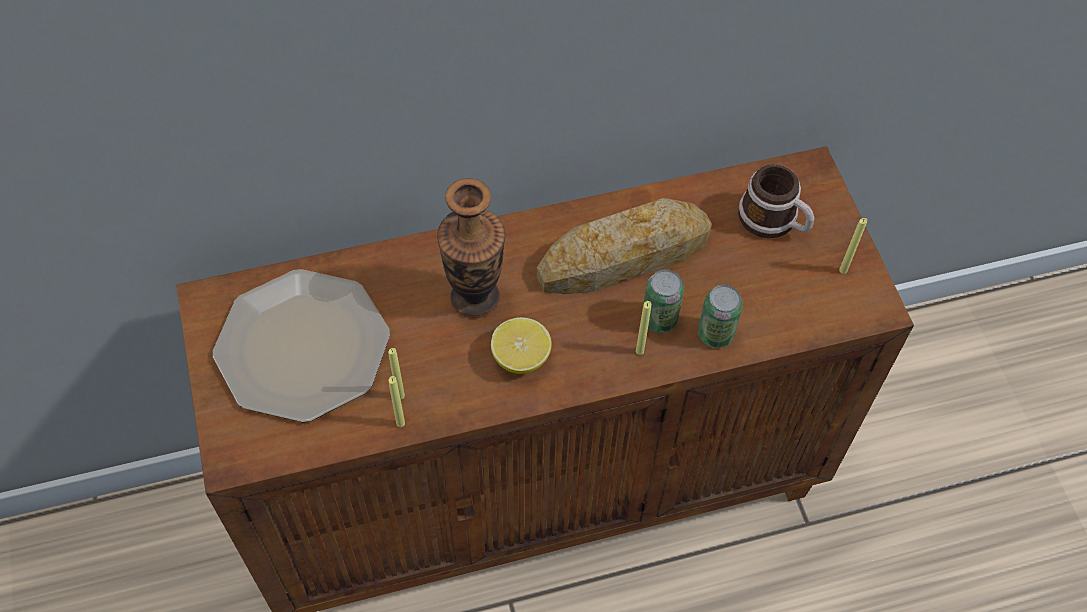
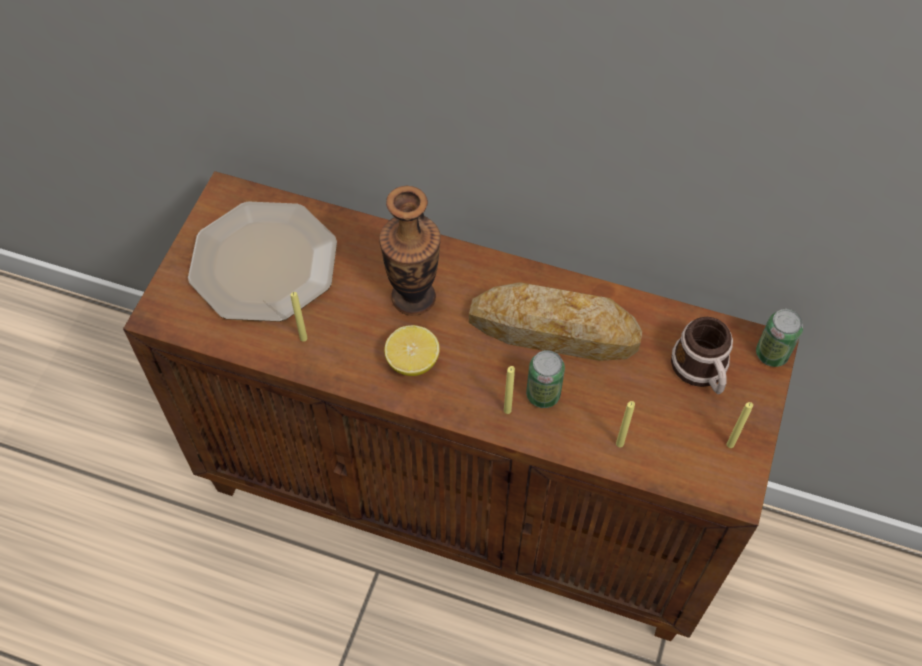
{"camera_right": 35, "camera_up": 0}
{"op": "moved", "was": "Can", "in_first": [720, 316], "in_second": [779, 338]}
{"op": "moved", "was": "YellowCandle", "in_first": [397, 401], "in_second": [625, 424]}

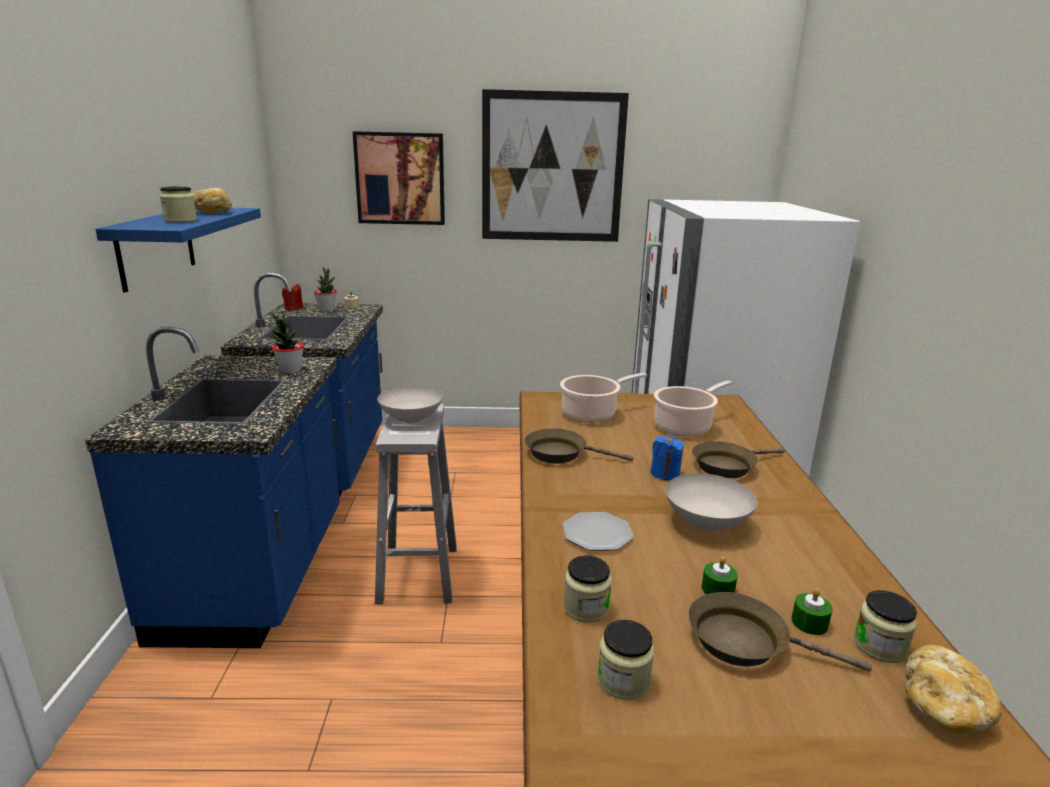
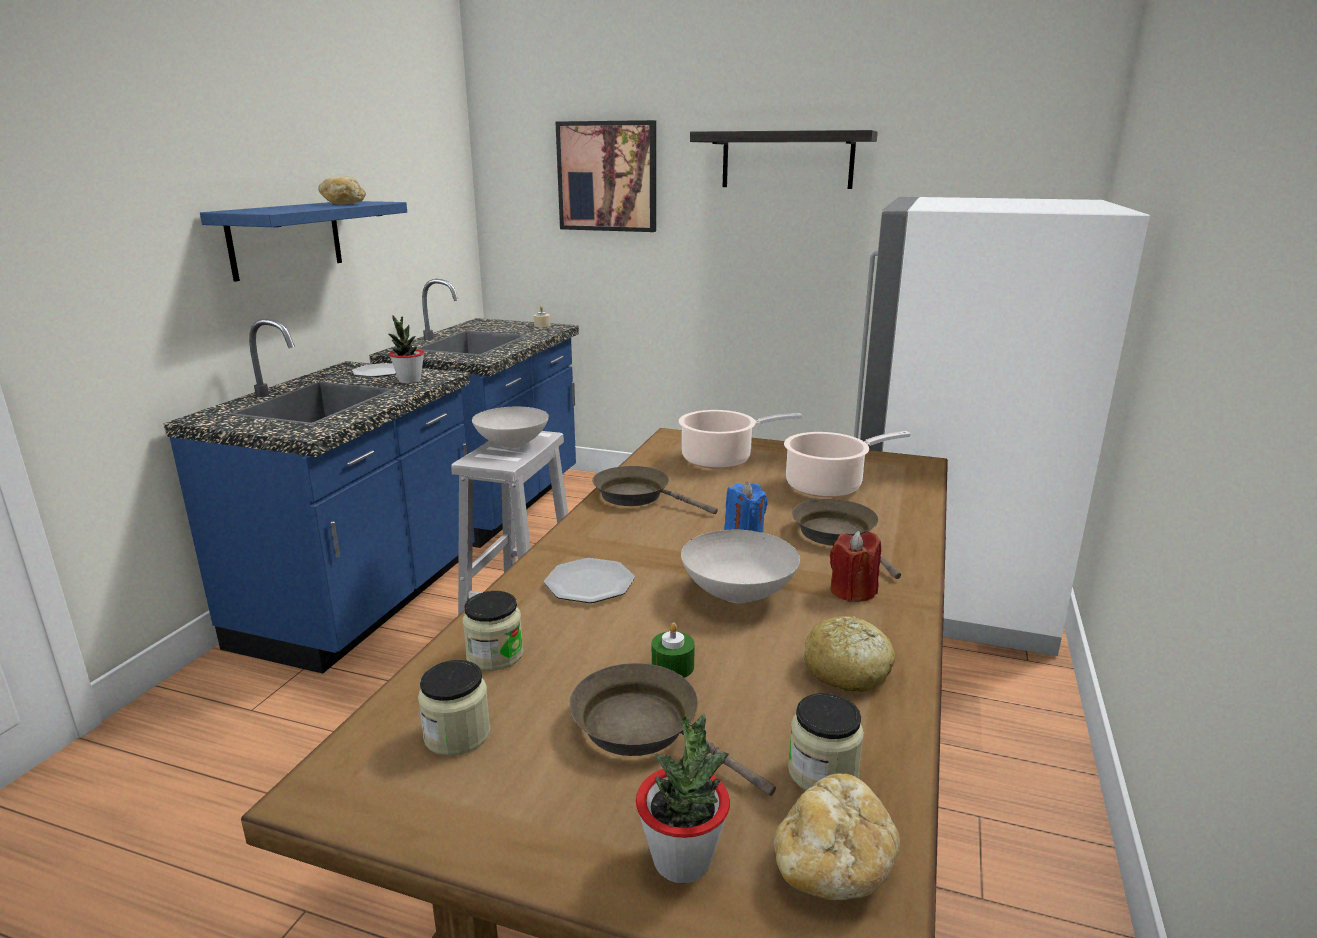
{"camera_right": 20, "camera_up": 0}
{"op": "replaced", "was": "Picture", "now": "Shelf", "in_first": [555, 165], "in_second": [784, 159]}
{"op": "removed", "was": "Jar", "in_first": [178, 204]}
{"op": "moved", "was": "PottedPlant", "in_first": [325, 289], "in_second": [683, 798]}
{"op": "moved", "was": "RedCandle", "in_first": [292, 296], "in_second": [855, 566]}
{"op": "turned", "was": "BrownFryingPan", "in_first": [739, 459], "in_second": [846, 539], "clockwise": 75}
{"op": "removed", "was": "GreenCandle", "in_first": [812, 611]}
{"op": "added", "now": "Plate", "in_second": [374, 370]}
{"op": "added", "now": "Bread", "in_second": [849, 654]}

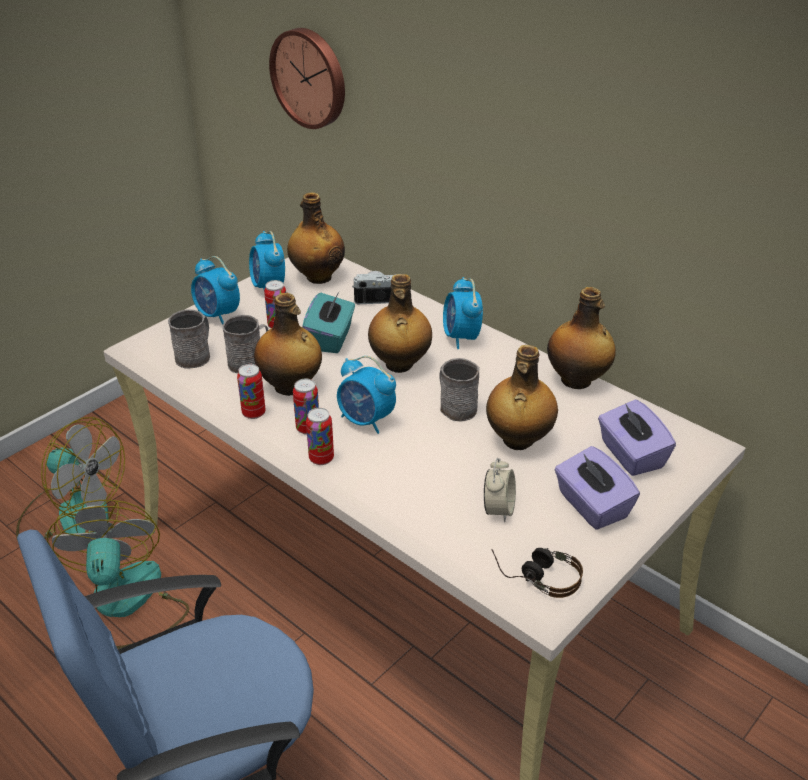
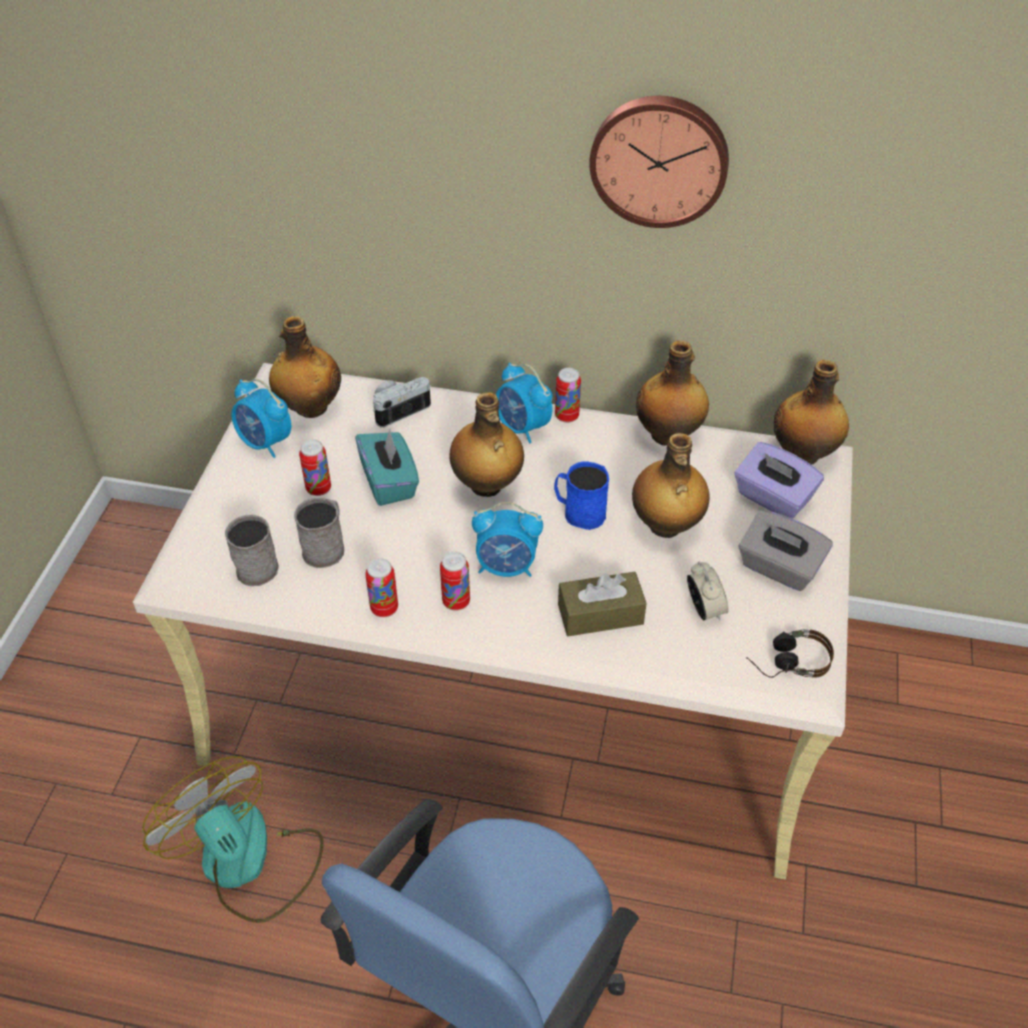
{"camera_right": -30, "camera_up": 10}
{"op": "moved", "was": "WallClock", "in_first": [307, 78], "in_second": [659, 162]}
{"op": "removed", "was": "AlarmClock", "in_first": [215, 290]}
{"op": "moved", "was": "Bottle", "in_first": [288, 344], "in_second": [811, 412]}
{"op": "recoloured", "was": "GreyMug", "now": "BlueMug", "in_first": [459, 390], "in_second": [581, 496]}
{"op": "moved", "was": "Can", "in_first": [320, 436], "in_second": [568, 395]}
{"op": "removed", "was": "Fan", "in_first": [70, 479]}
{"op": "recoloured", "was": "PurpleTissueBox", "now": "GreyTissueBox", "in_first": [597, 488], "in_second": [786, 550]}
{"op": "added", "now": "BrownTissueBox", "in_second": [602, 604]}

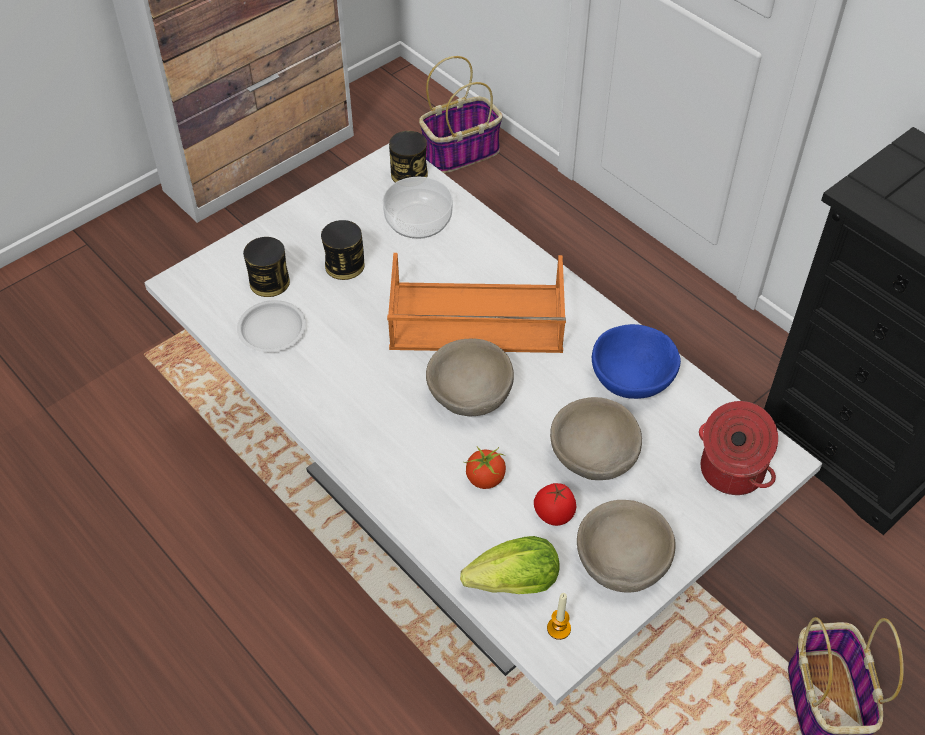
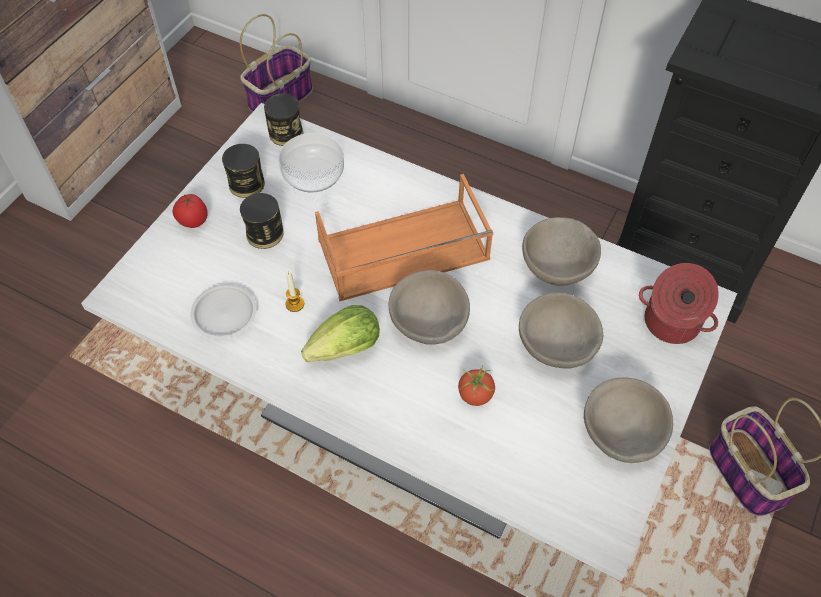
{"camera_right": -20, "camera_up": 5}
{"op": "moved", "was": "Can", "in_first": [266, 267], "in_second": [243, 171]}
{"op": "recoloured", "was": "BlueBowl", "now": "BeigeBowl", "in_first": [636, 361], "in_second": [561, 251]}
{"op": "moved", "was": "Tomato", "in_first": [555, 504], "in_second": [190, 211]}
{"op": "moved", "was": "Lettuce", "in_first": [510, 565], "in_second": [340, 333]}
{"op": "moved", "was": "Candle", "in_first": [559, 616], "in_second": [294, 291]}

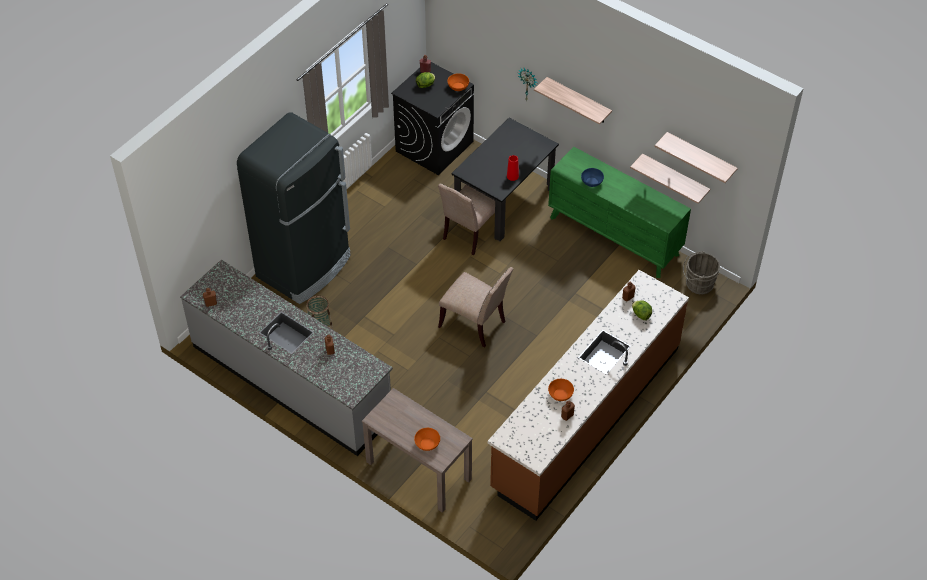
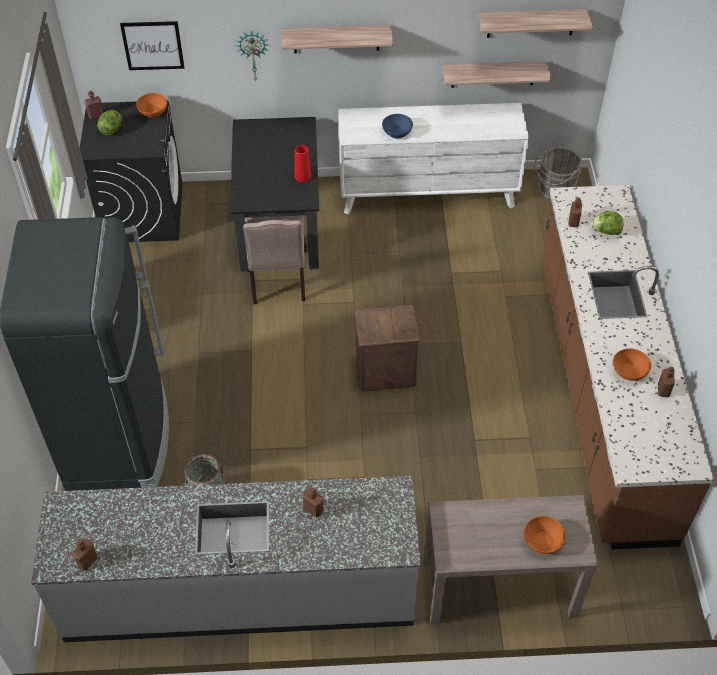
{"camera_right": -40, "camera_up": 0}
{"op": "recoloured", "was": "GreenDresser", "now": "WhiteDresser", "in_first": [619, 212], "in_second": [433, 158]}
{"op": "replaced", "was": "BeigeChair", "now": "Crate", "in_first": [476, 307], "in_second": [387, 348]}
{"op": "added", "now": "Picture", "in_second": [152, 45]}

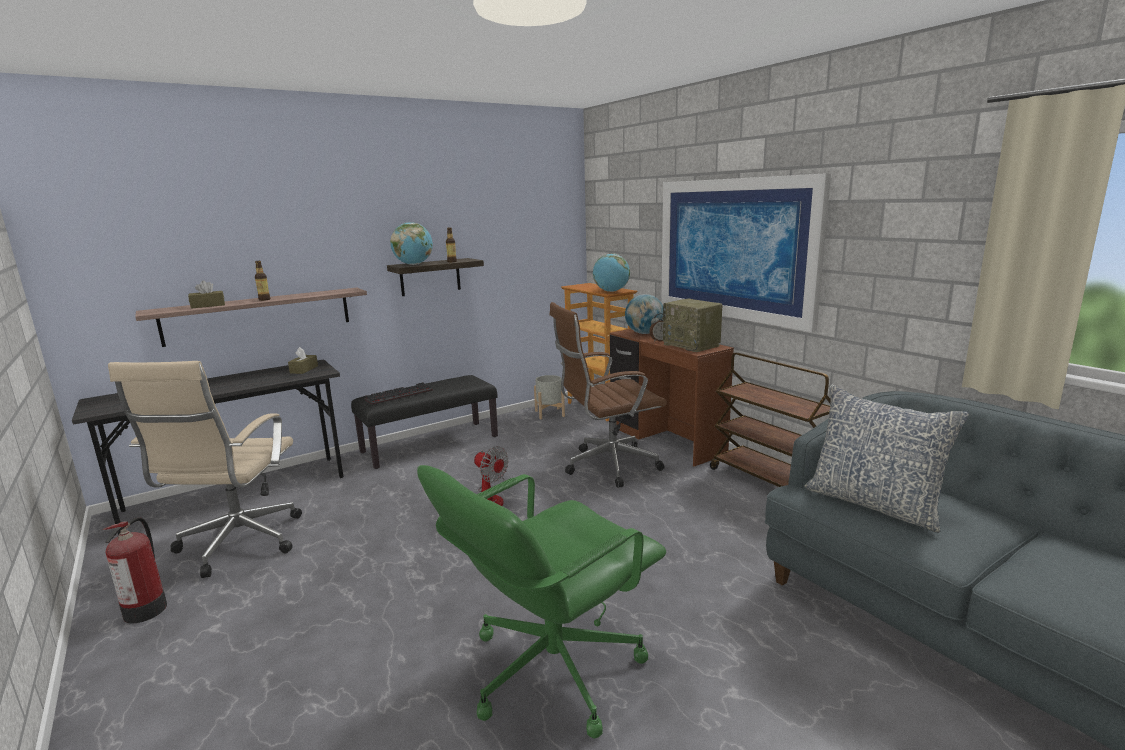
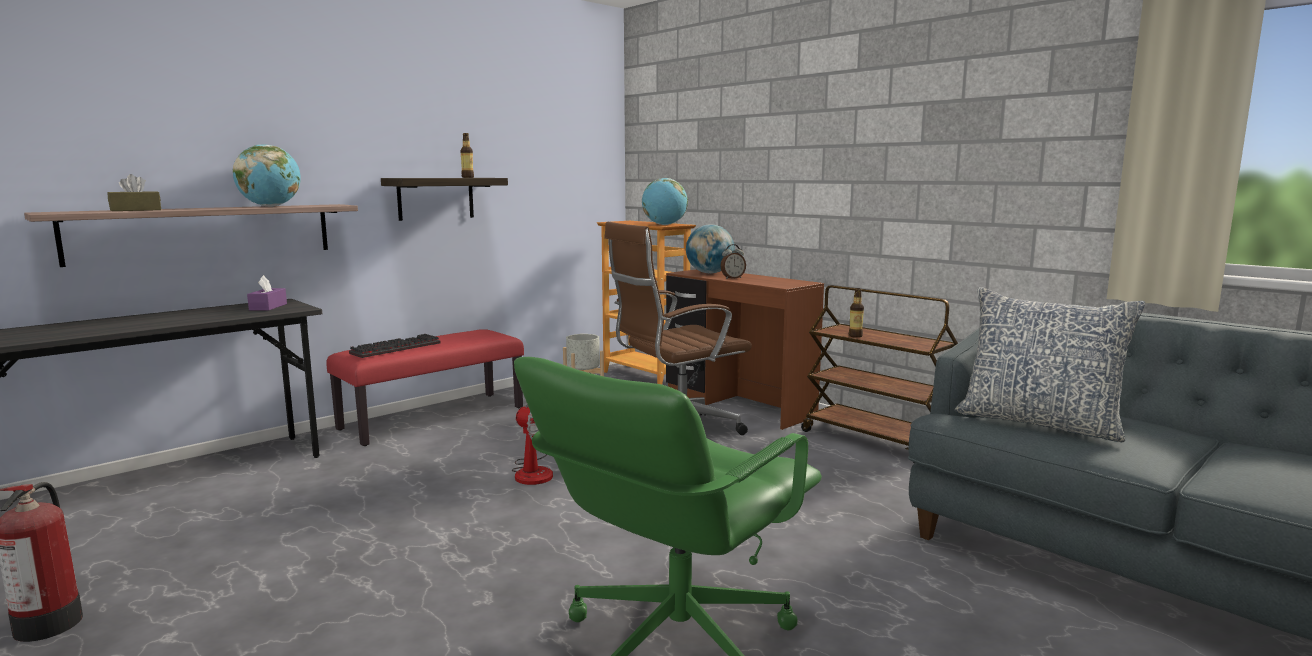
{"camera_right": -10, "camera_up": -5}
{"op": "removed", "was": "Picture", "in_first": [746, 252]}
{"op": "moved", "was": "Globe", "in_first": [411, 243], "in_second": [267, 175]}
{"op": "moved", "was": "Bottle", "in_first": [262, 281], "in_second": [856, 313]}
{"op": "removed", "was": "Radio", "in_first": [693, 325]}
{"op": "recoloured", "was": "BrownTissueBox", "now": "PurpleTissueBox", "in_first": [303, 360], "in_second": [267, 292]}
{"op": "removed", "was": "BeigeOfficeChair", "in_first": [205, 469]}
{"op": "recoloured", "was": "BlackBench", "now": "RedBench", "in_first": [424, 422], "in_second": [425, 387]}

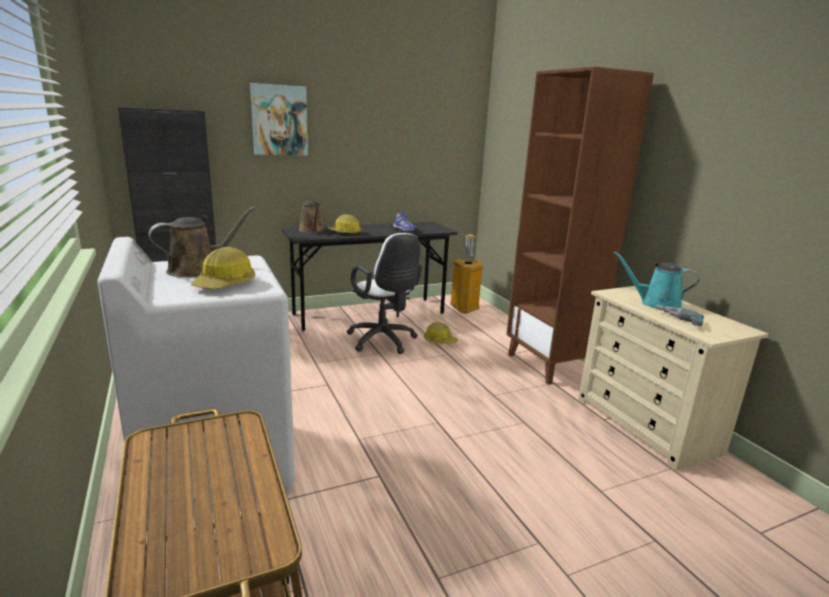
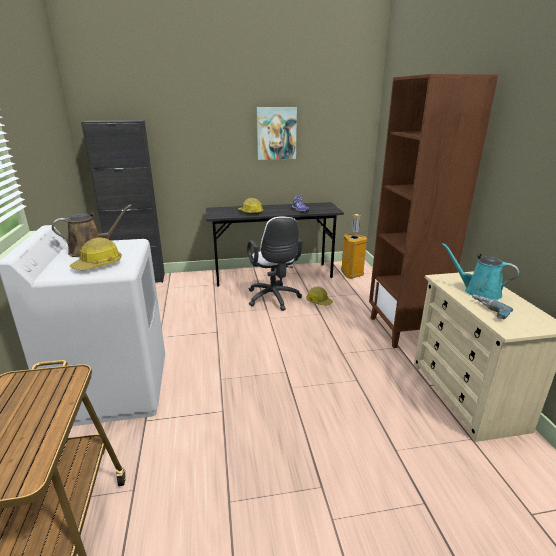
{"camera_right": 15, "camera_up": 5}
{"op": "moved", "was": "Picture", "in_first": [279, 119], "in_second": [276, 133]}
{"op": "removed", "was": "BrownWateringCan", "in_first": [311, 216]}

